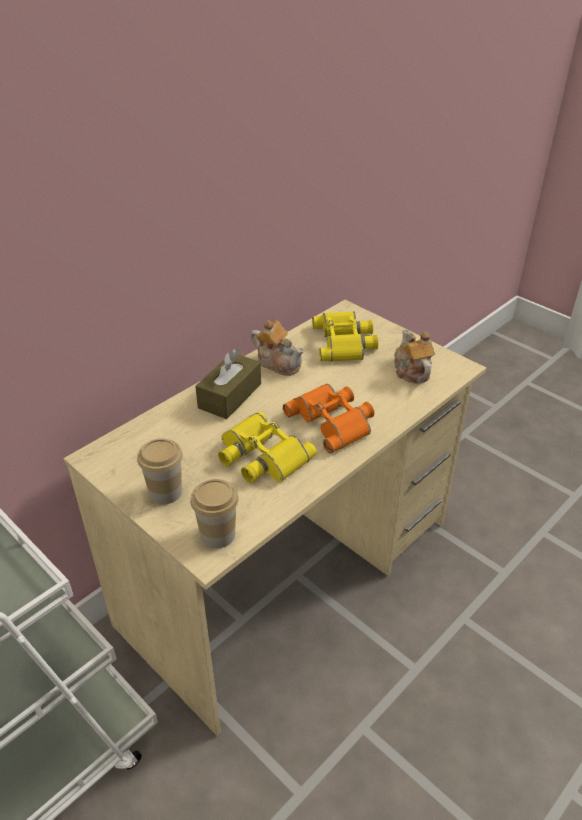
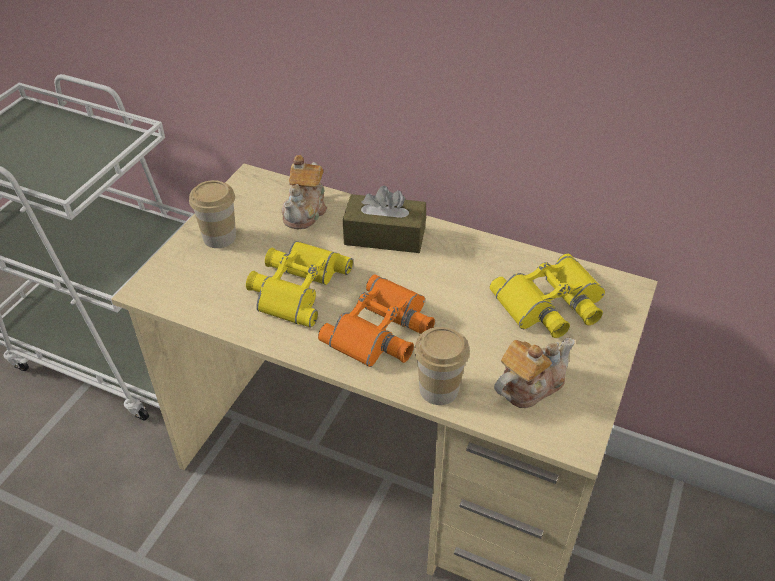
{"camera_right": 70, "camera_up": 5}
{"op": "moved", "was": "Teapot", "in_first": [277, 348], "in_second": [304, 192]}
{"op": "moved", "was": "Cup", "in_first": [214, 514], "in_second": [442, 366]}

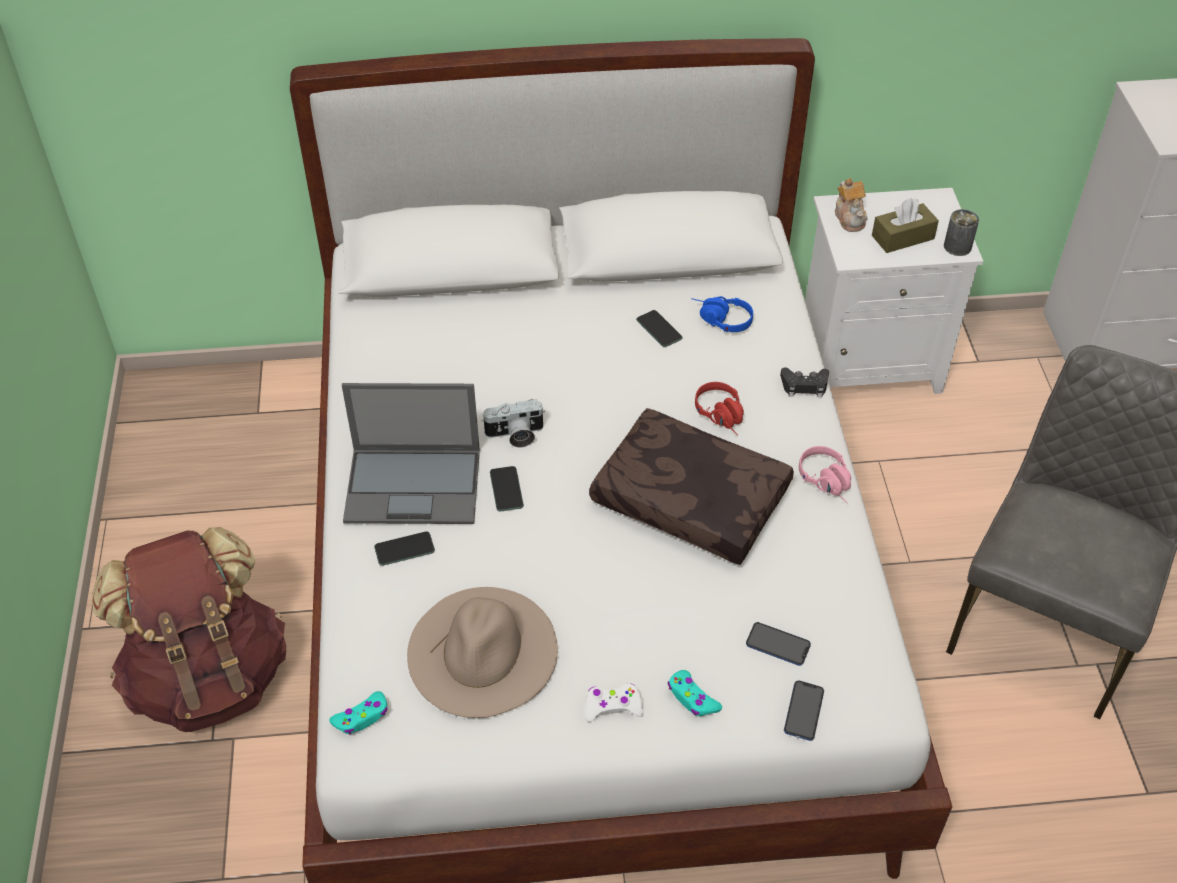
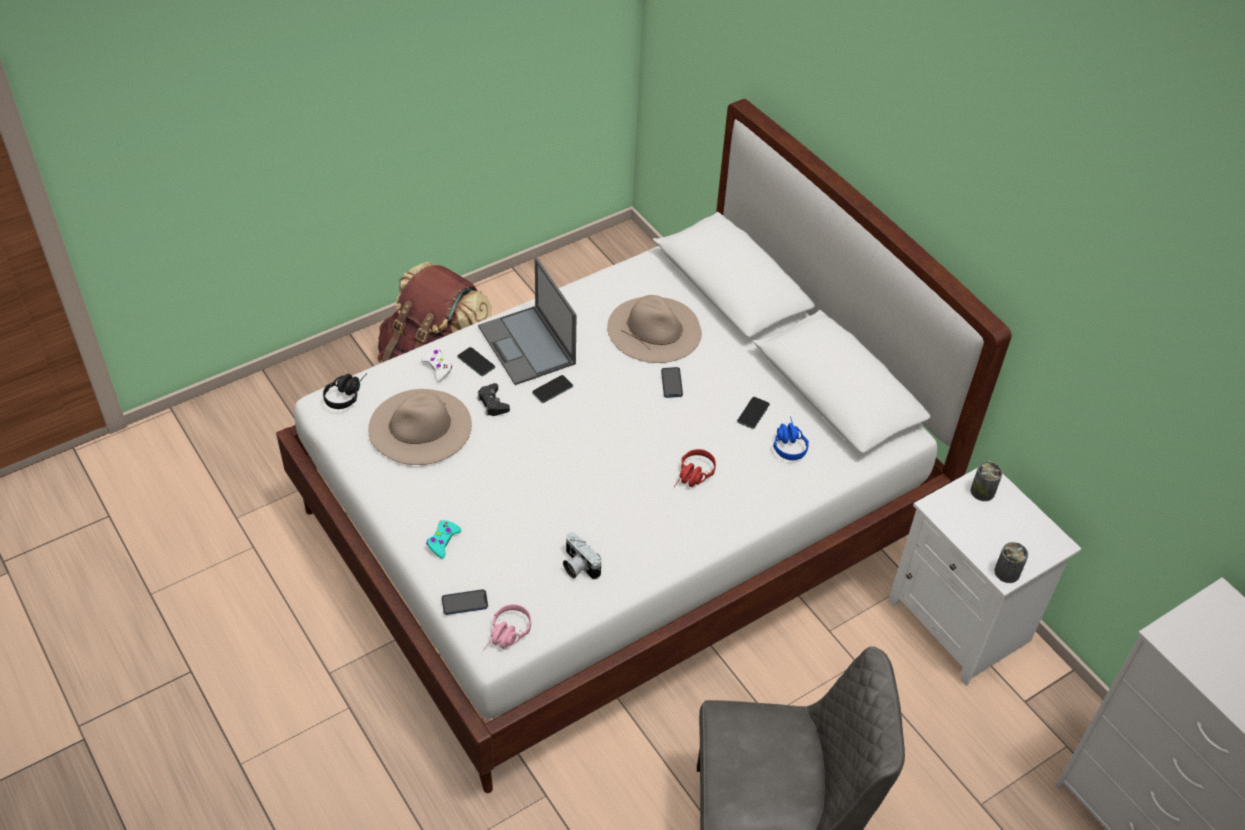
{"camera_right": 60, "camera_up": 0}
{"op": "replaced", "was": "Teapot", "now": "Can", "in_first": [851, 205], "in_second": [986, 481]}
{"op": "removed", "was": "BrownTissueBox", "in_first": [905, 225]}
{"op": "moved", "was": "BlackGameController", "in_first": [804, 382], "in_second": [493, 399]}
{"op": "moved", "was": "PhotoCamera", "in_first": [513, 423], "in_second": [582, 556]}
{"op": "removed", "was": "BrownPillow", "in_first": [691, 486]}
{"op": "moved", "was": "PinkHeadphones", "in_first": [825, 475], "in_second": [507, 627]}
{"op": "moved", "was": "Phone", "in_first": [778, 644], "in_second": [672, 382]}
{"op": "moved", "was": "WhiteGameController", "in_first": [614, 703], "in_second": [436, 365]}
{"op": "replaced", "was": "TurquoiseGameController", "now": "BlackHeadphones", "in_first": [358, 713], "in_second": [345, 391]}
{"op": "added", "now": "BeigeHat", "in_second": [654, 329]}

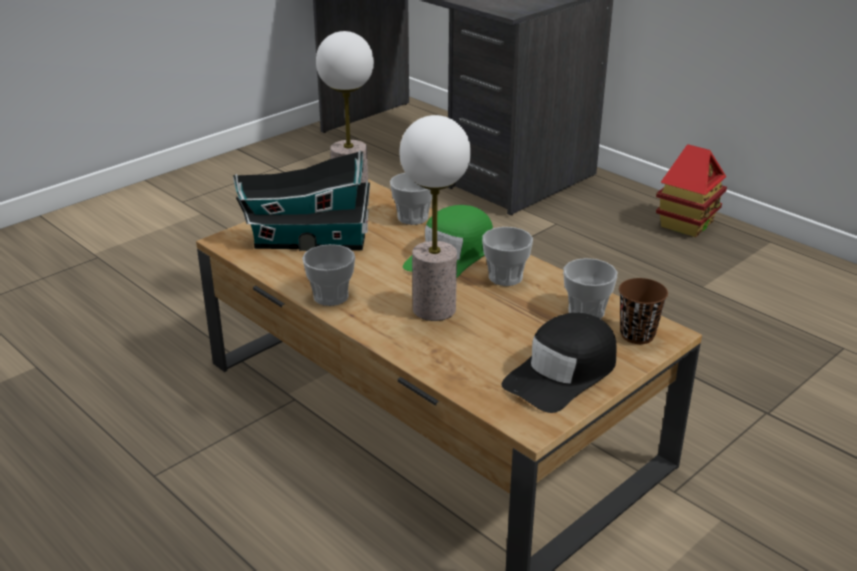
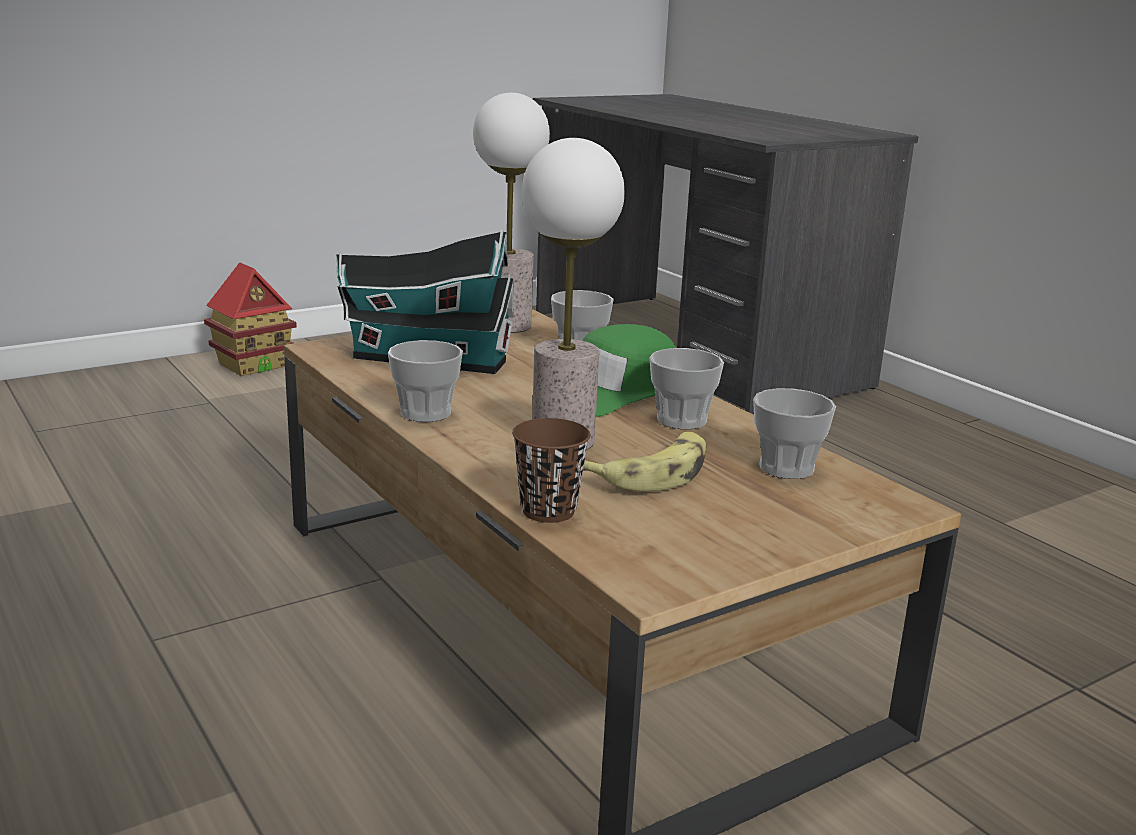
{"camera_right": 10, "camera_up": -10}
{"op": "moved", "was": "ToyHouse", "in_first": [691, 190], "in_second": [250, 319]}
{"op": "moved", "was": "BrownCup", "in_first": [643, 311], "in_second": [551, 470]}
{"op": "removed", "was": "BlackCap", "in_first": [559, 363]}
{"op": "added", "now": "Banana", "in_second": [644, 461]}

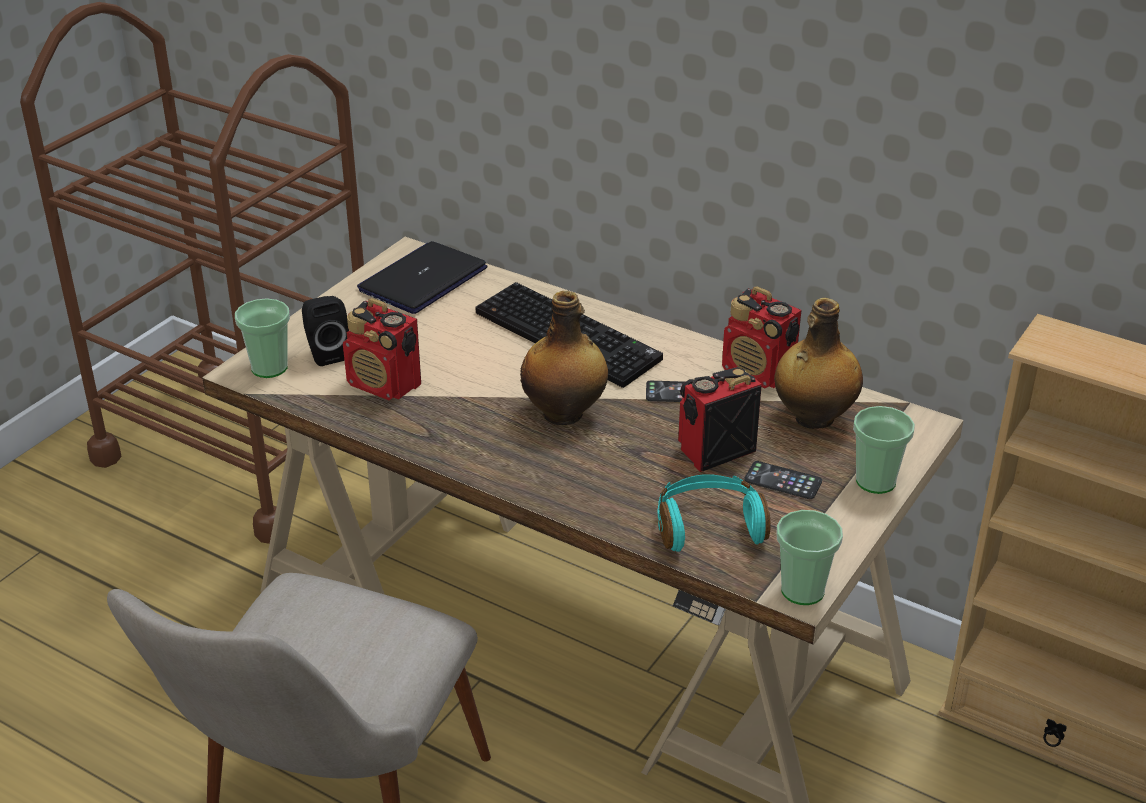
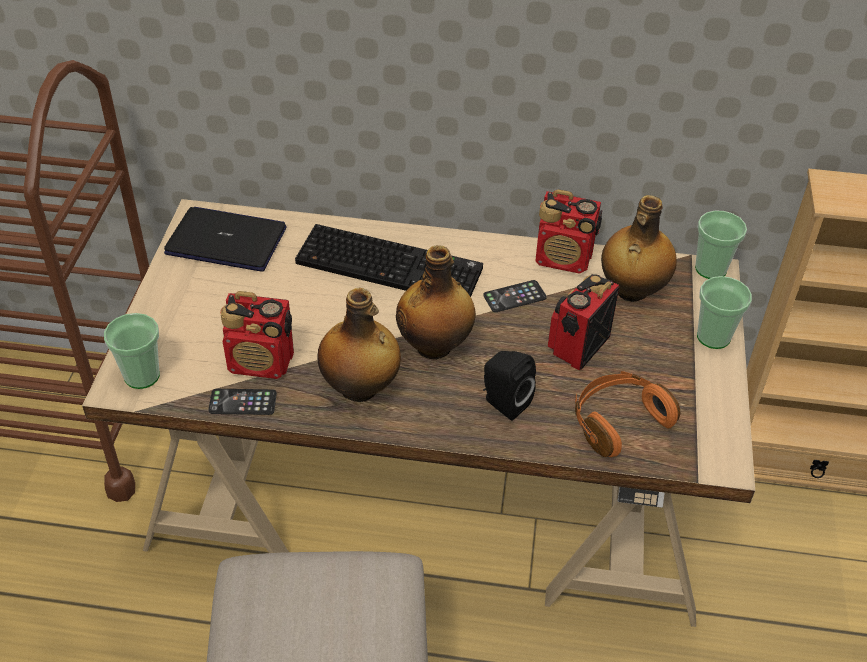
{"camera_right": -25, "camera_up": 10}
{"op": "turned", "was": "Laptop", "in_first": [422, 277], "in_second": [225, 239], "clockwise": 90}
{"op": "moved", "was": "BlackSpeaker", "in_first": [325, 331], "in_second": [509, 386]}
{"op": "moved", "was": "Phone", "in_first": [783, 480], "in_second": [242, 402]}
{"op": "recoloured", "was": "TurquoiseHeadphones", "now": "OrangeHeadphones", "in_first": [714, 513], "in_second": [627, 414]}
{"op": "moved", "was": "Cup", "in_first": [810, 557], "in_second": [721, 245]}
{"op": "added", "now": "Bottle", "in_second": [359, 345]}

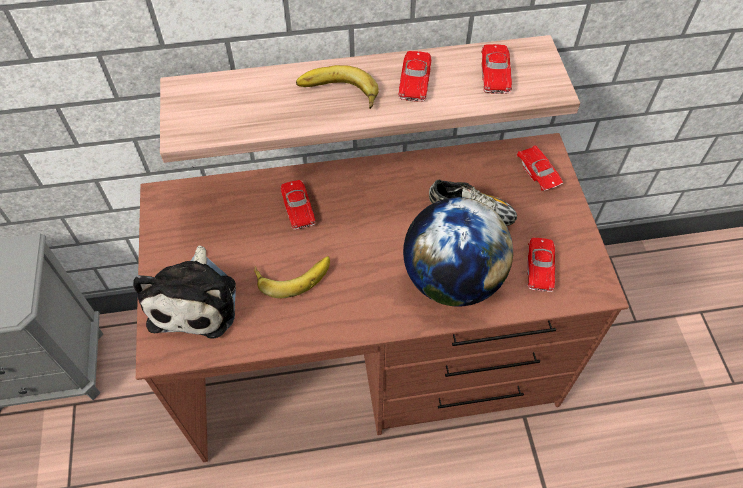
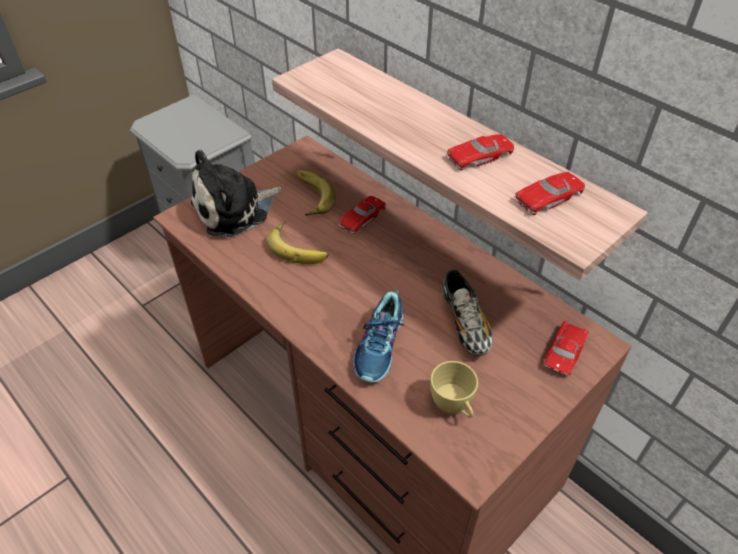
{"camera_right": 55, "camera_up": -10}
{"op": "moved", "was": "Banana", "in_first": [337, 87], "in_second": [316, 193]}
{"op": "replaced", "was": "Globe", "now": "Shoe", "in_first": [458, 252], "in_second": [379, 337]}
{"op": "replaced", "was": "RedToyCar", "now": "YellowCup", "in_first": [541, 265], "in_second": [454, 389]}

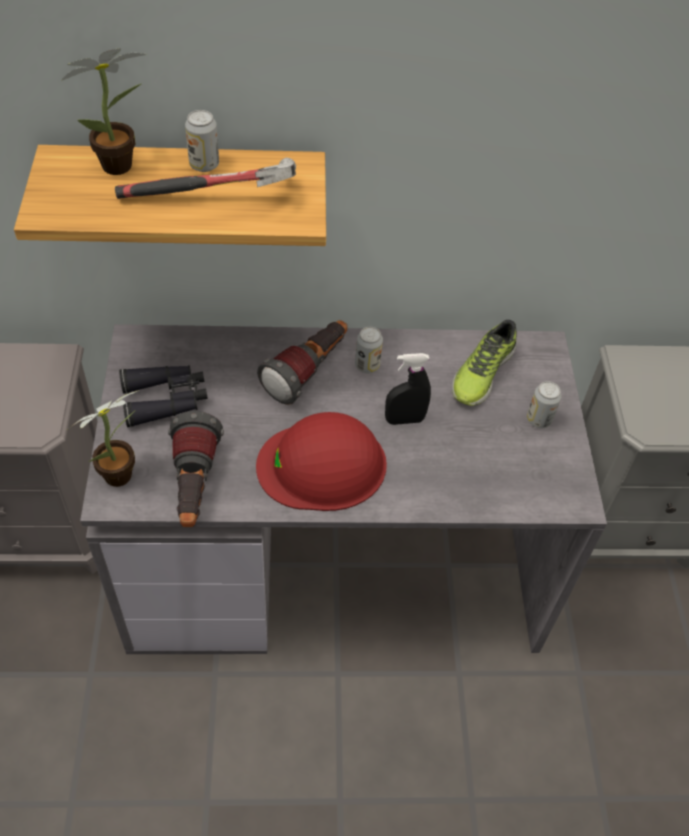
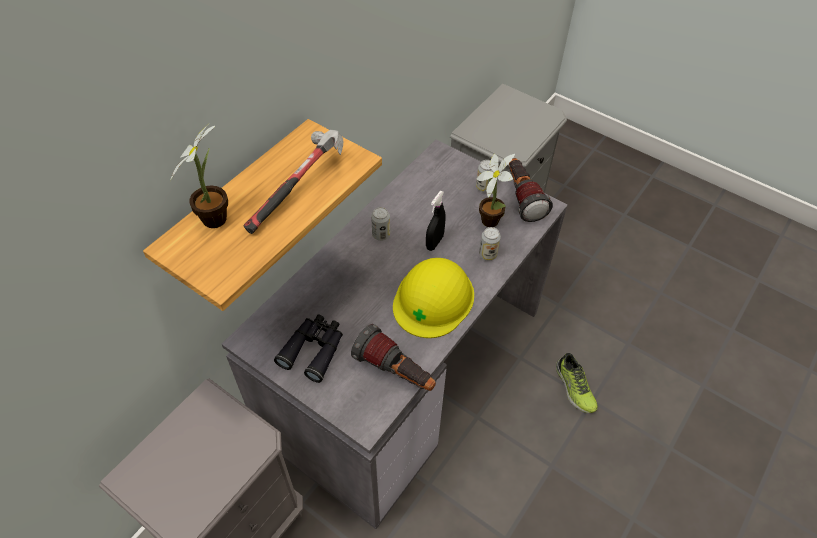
{"camera_right": -50, "camera_up": 0}
{"op": "moved", "was": "Can", "in_first": [202, 141], "in_second": [490, 244]}
{"op": "moved", "was": "Flashlight", "in_first": [302, 362], "in_second": [531, 190]}
{"op": "moved", "was": "Shoe", "in_first": [484, 363], "in_second": [577, 383]}
{"op": "moved", "was": "PottedPlant", "in_first": [104, 438], "in_second": [496, 190]}
{"op": "recoloured", "was": "RedHardHat", "now": "YellowHardHat", "in_first": [321, 461], "in_second": [433, 298]}

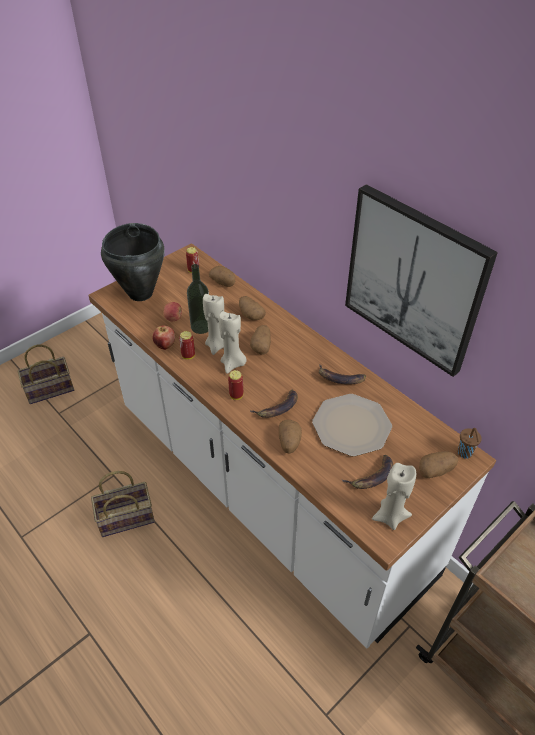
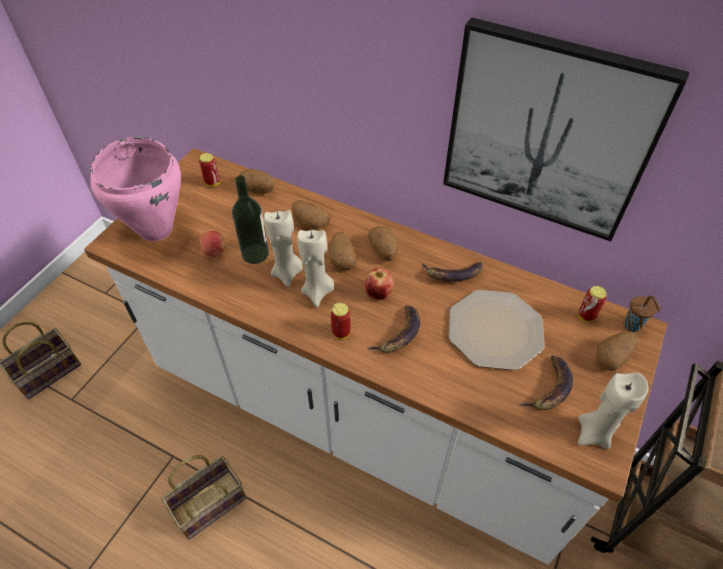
{"camera_right": -20, "camera_up": 5}
{"op": "recoloured", "was": "BlackCookingPot", "now": "PinkCookingPot", "in_first": [133, 262], "in_second": [135, 189]}
{"op": "moved", "was": "Apple", "in_first": [164, 337], "in_second": [379, 284]}
{"op": "moved", "was": "Can", "in_first": [187, 345], "in_second": [592, 304]}
{"op": "moved", "was": "Potato", "in_first": [290, 437], "in_second": [383, 243]}

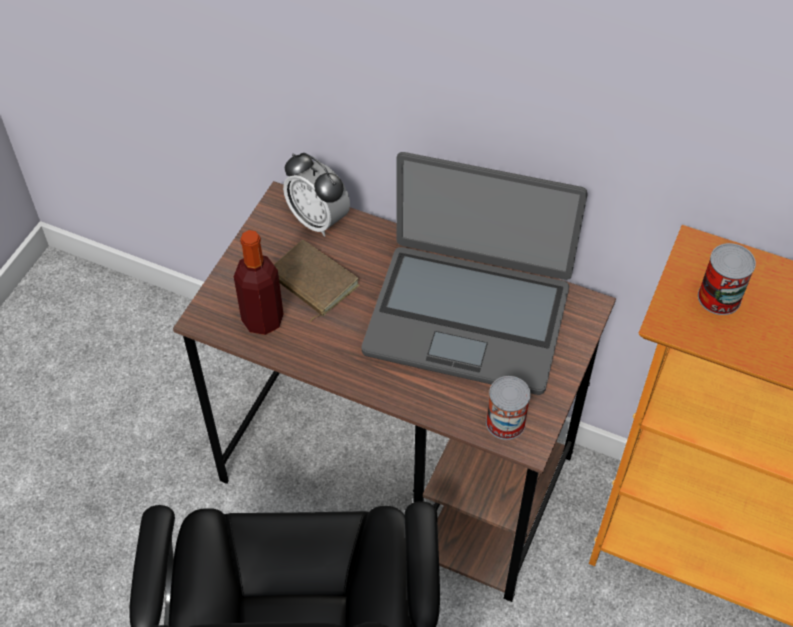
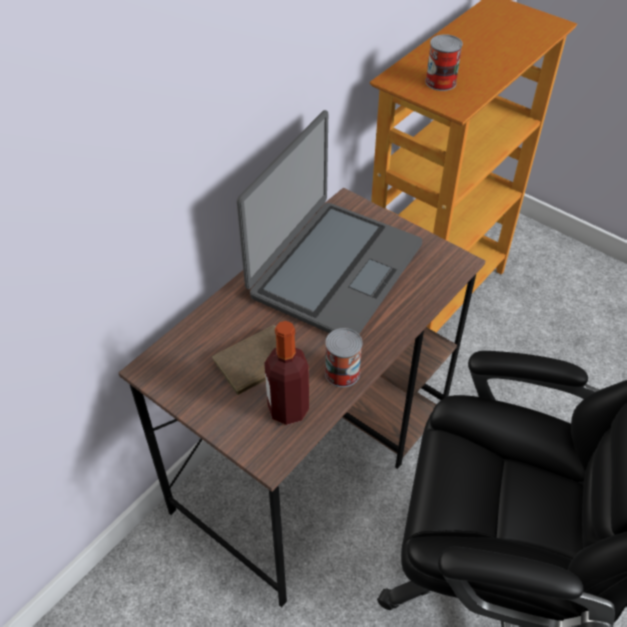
{"camera_right": -75, "camera_up": -5}
{"op": "removed", "was": "AlarmClock", "in_first": [316, 195]}
{"op": "moved", "was": "Can", "in_first": [508, 408], "in_second": [343, 357]}

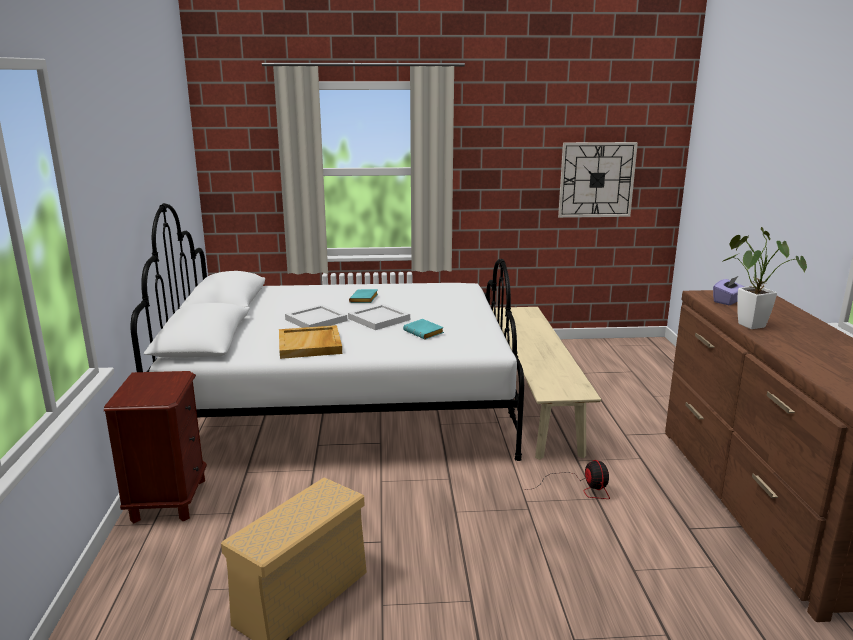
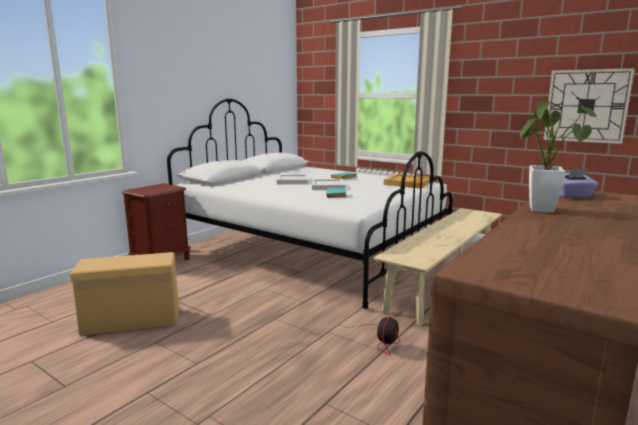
{"camera_right": 40, "camera_up": -5}
{"op": "moved", "was": "BeigeTray", "in_first": [310, 342], "in_second": [407, 181]}

